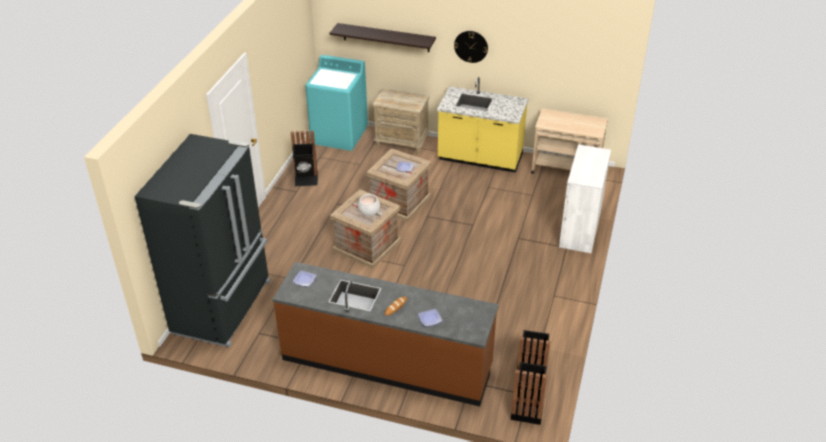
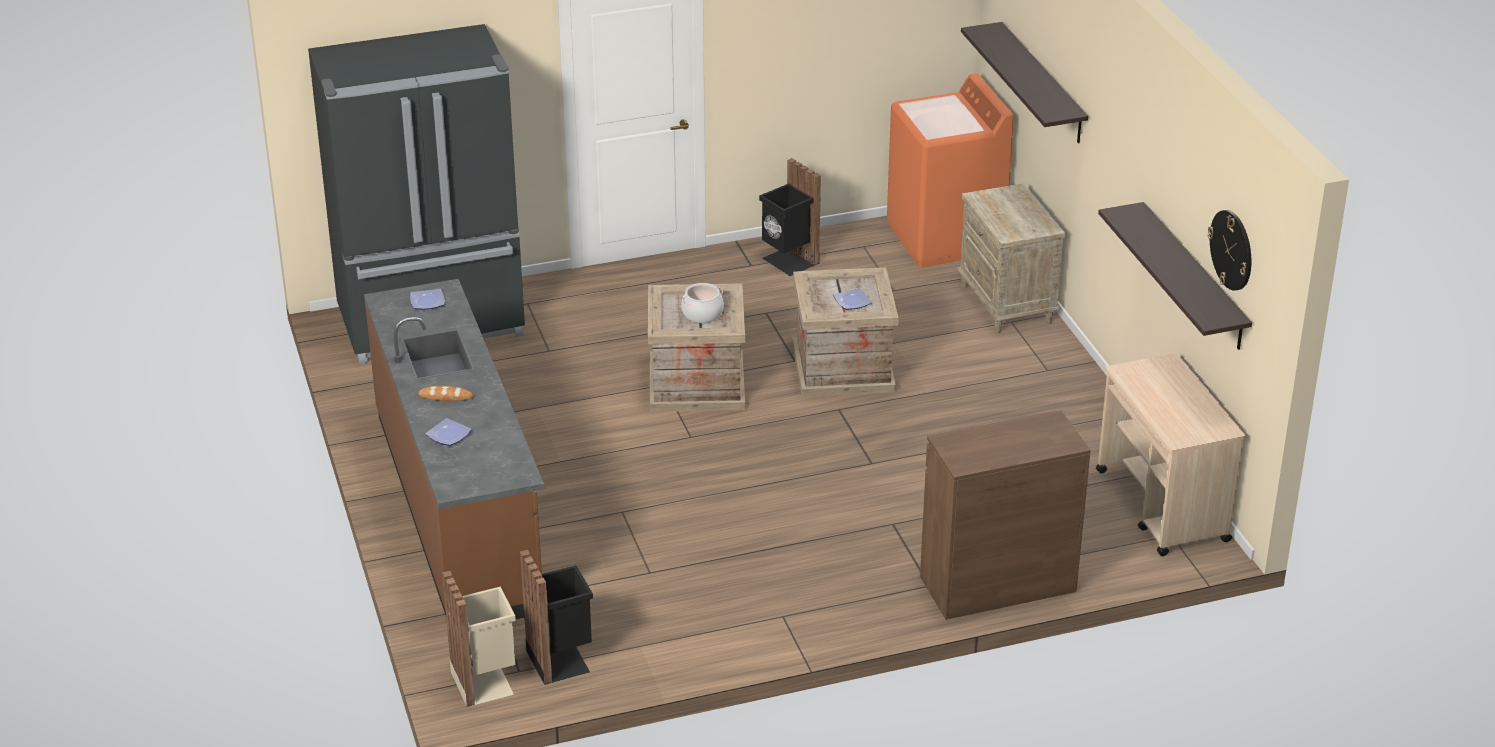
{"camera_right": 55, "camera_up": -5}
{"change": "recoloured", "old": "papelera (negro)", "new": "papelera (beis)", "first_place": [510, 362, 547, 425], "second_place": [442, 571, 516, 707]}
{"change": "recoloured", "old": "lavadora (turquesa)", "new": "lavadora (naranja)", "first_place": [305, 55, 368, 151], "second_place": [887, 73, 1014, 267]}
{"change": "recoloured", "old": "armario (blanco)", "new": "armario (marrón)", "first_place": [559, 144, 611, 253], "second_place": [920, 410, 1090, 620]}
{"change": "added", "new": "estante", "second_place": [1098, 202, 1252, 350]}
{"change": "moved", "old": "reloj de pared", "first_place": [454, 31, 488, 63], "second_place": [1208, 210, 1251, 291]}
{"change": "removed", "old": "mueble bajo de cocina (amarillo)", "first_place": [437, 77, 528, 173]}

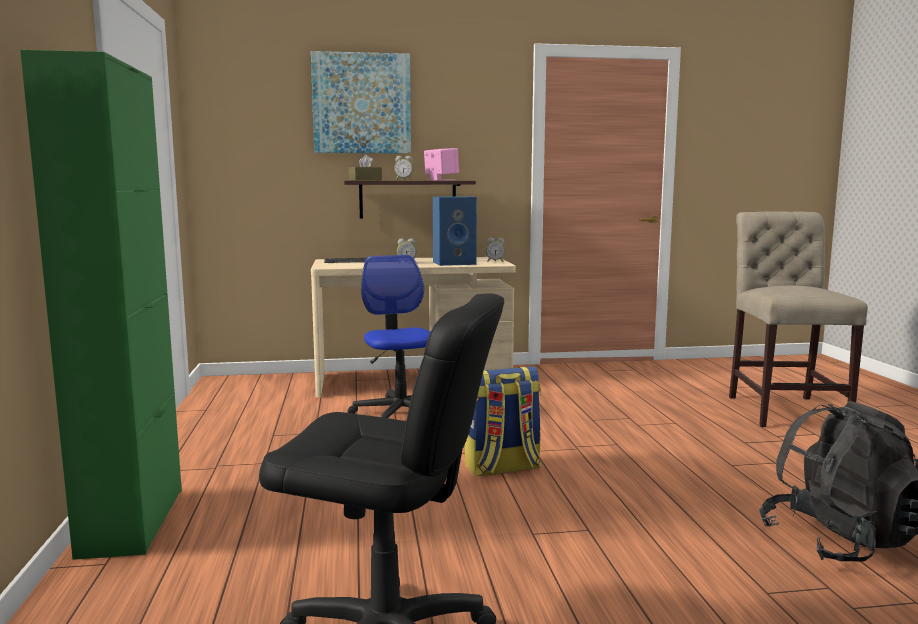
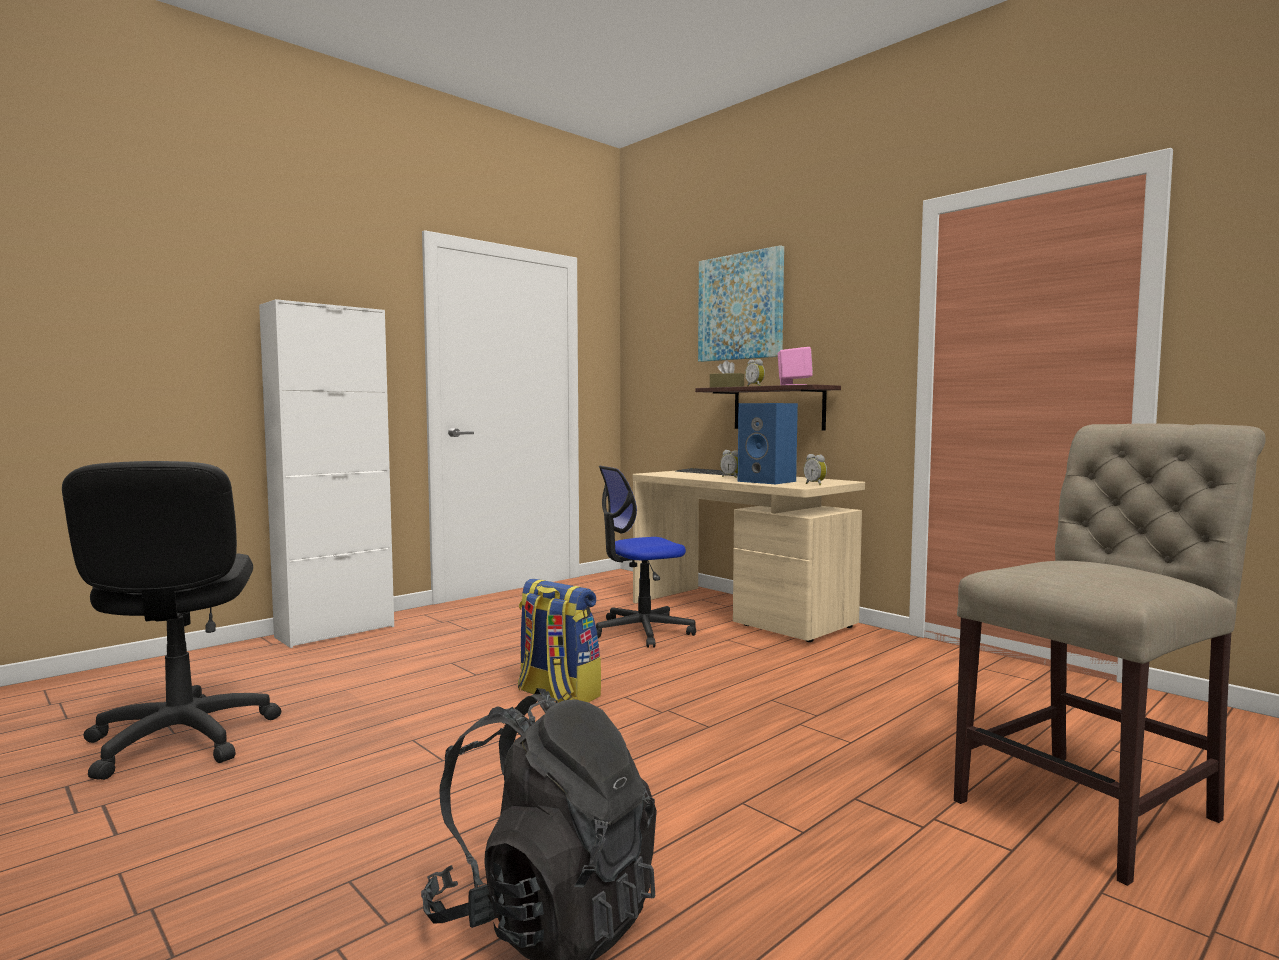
{"camera_right": 55, "camera_up": -5}
{"change": "recoloured", "old": "armario (verde)", "new": "armario (blanco)", "first_place": [20, 50, 182, 560], "second_place": [259, 299, 394, 648]}
{"change": "turned", "old": "silla de oficina", "first_place": [348, 255, 430, 418], "second_place": [596, 466, 696, 648], "degrees": -150}

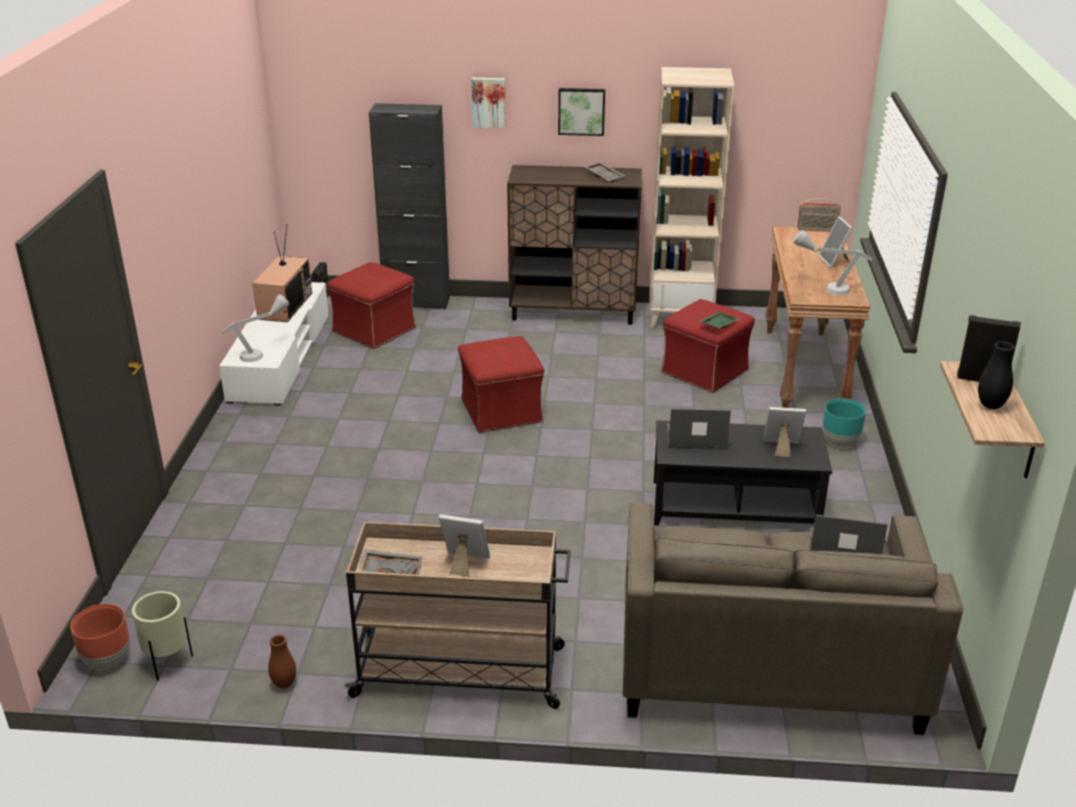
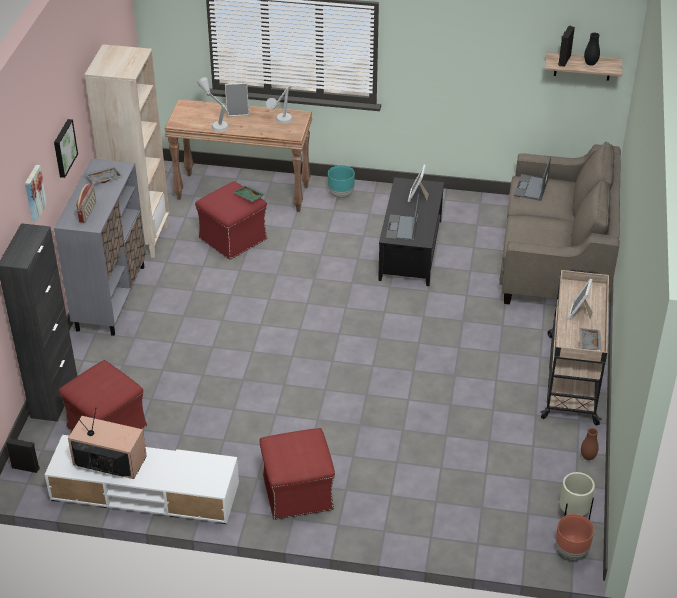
{"camera_right": -85, "camera_up": 10}
{"change": "recoloured", "old": "armario (marrón)", "new": "armario (gris)", "first_place": [507, 165, 642, 325], "second_place": [54, 159, 146, 336]}
{"change": "moved", "old": "radio", "first_place": [798, 198, 841, 232], "second_place": [76, 183, 96, 223]}
{"change": "moved", "old": "lámpara de mesa (gris)", "first_place": [221, 294, 290, 362], "second_place": [197, 77, 229, 132]}
{"change": "moved", "old": "puf (rojo)", "first_place": [458, 336, 544, 433], "second_place": [259, 428, 335, 520]}

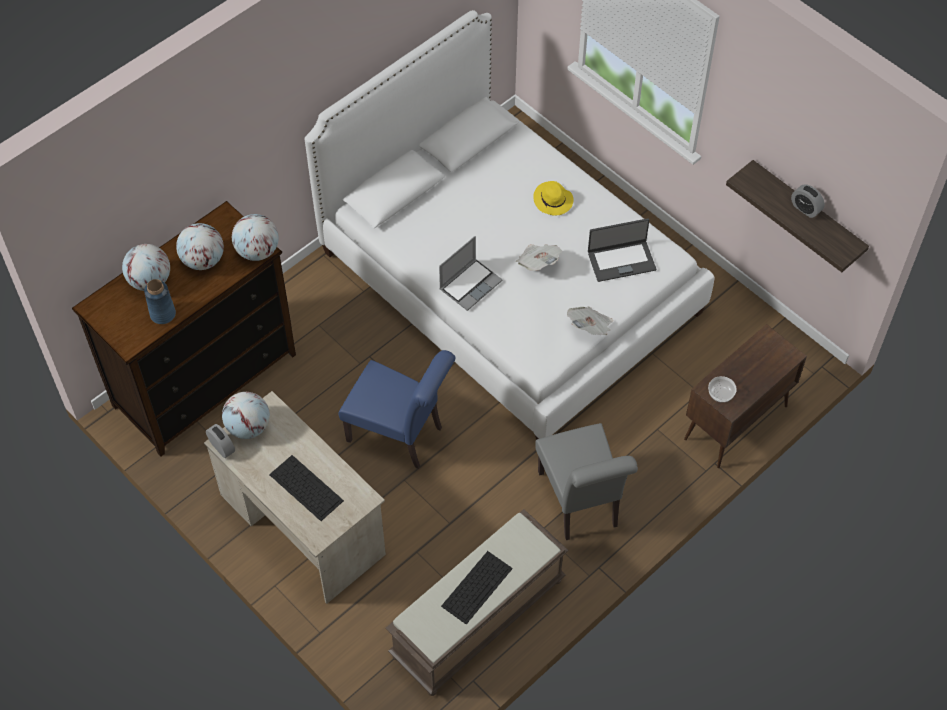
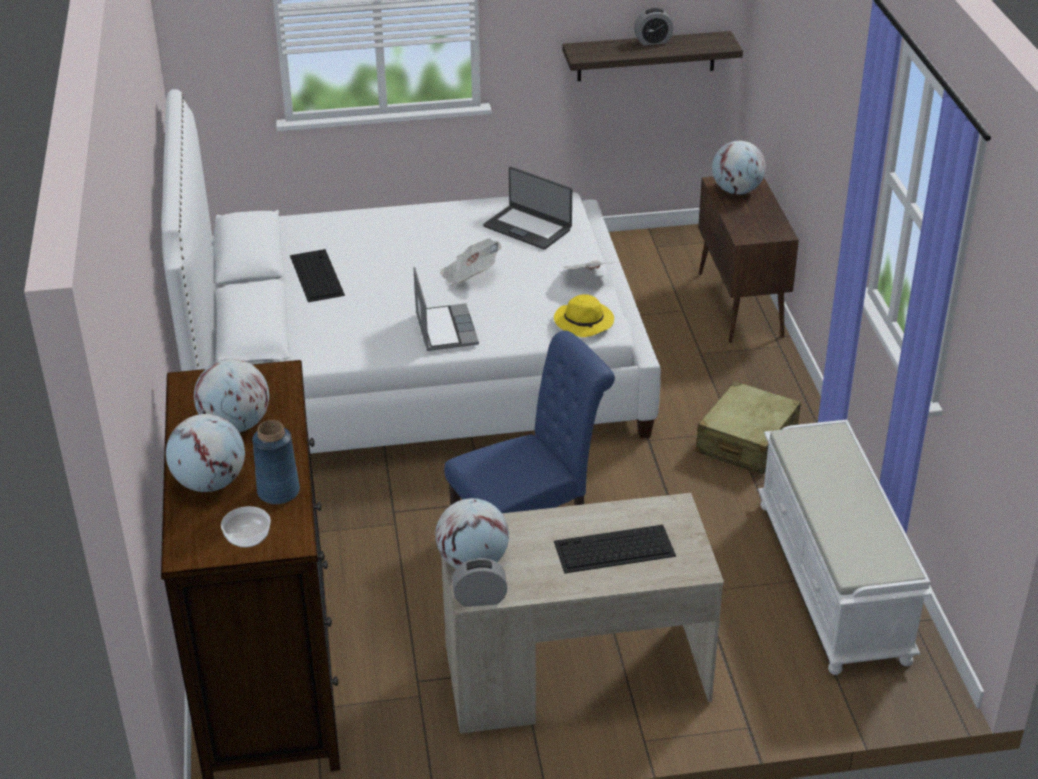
{"camera_right": -55, "camera_up": -20}
{"change": "moved", "old": "cuenco", "first_place": [708, 376, 737, 403], "second_place": [221, 506, 271, 548]}
{"change": "moved", "old": "teclado", "first_place": [441, 551, 513, 624], "second_place": [290, 249, 345, 302]}
{"change": "turned", "old": "portátil", "first_place": [588, 218, 656, 282], "second_place": [483, 167, 572, 250], "degrees": 105}
{"change": "moved", "old": "sombrero (amarillo)", "first_place": [533, 181, 574, 215], "second_place": [554, 294, 614, 337]}
{"change": "replaced", "old": "silla (gris)", "new": "maleta (beis)", "first_place": [535, 423, 638, 540], "second_place": [696, 381, 801, 474]}
{"change": "moved", "old": "globo terráqueo", "first_place": [232, 214, 279, 261], "second_place": [712, 141, 766, 194]}
{"change": "recoloured", "old": "banco (marrón)", "new": "banco (blanco)", "first_place": [385, 509, 569, 696], "second_place": [758, 420, 932, 675]}

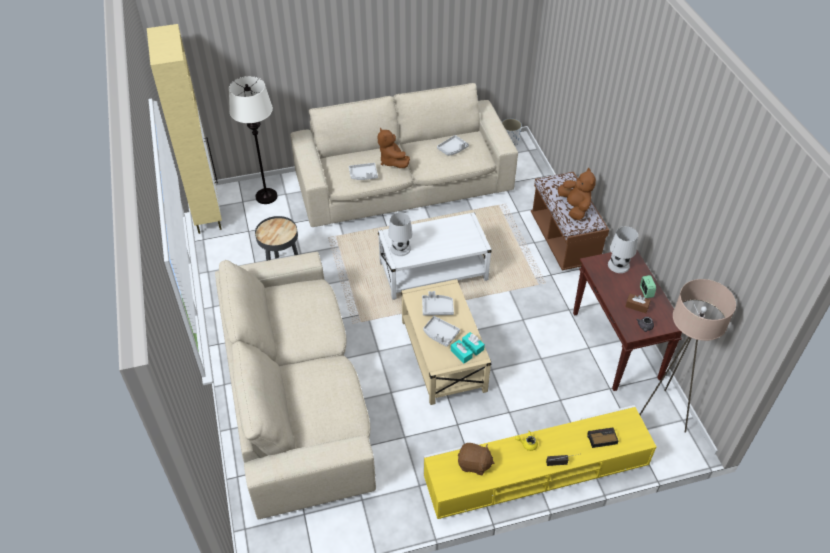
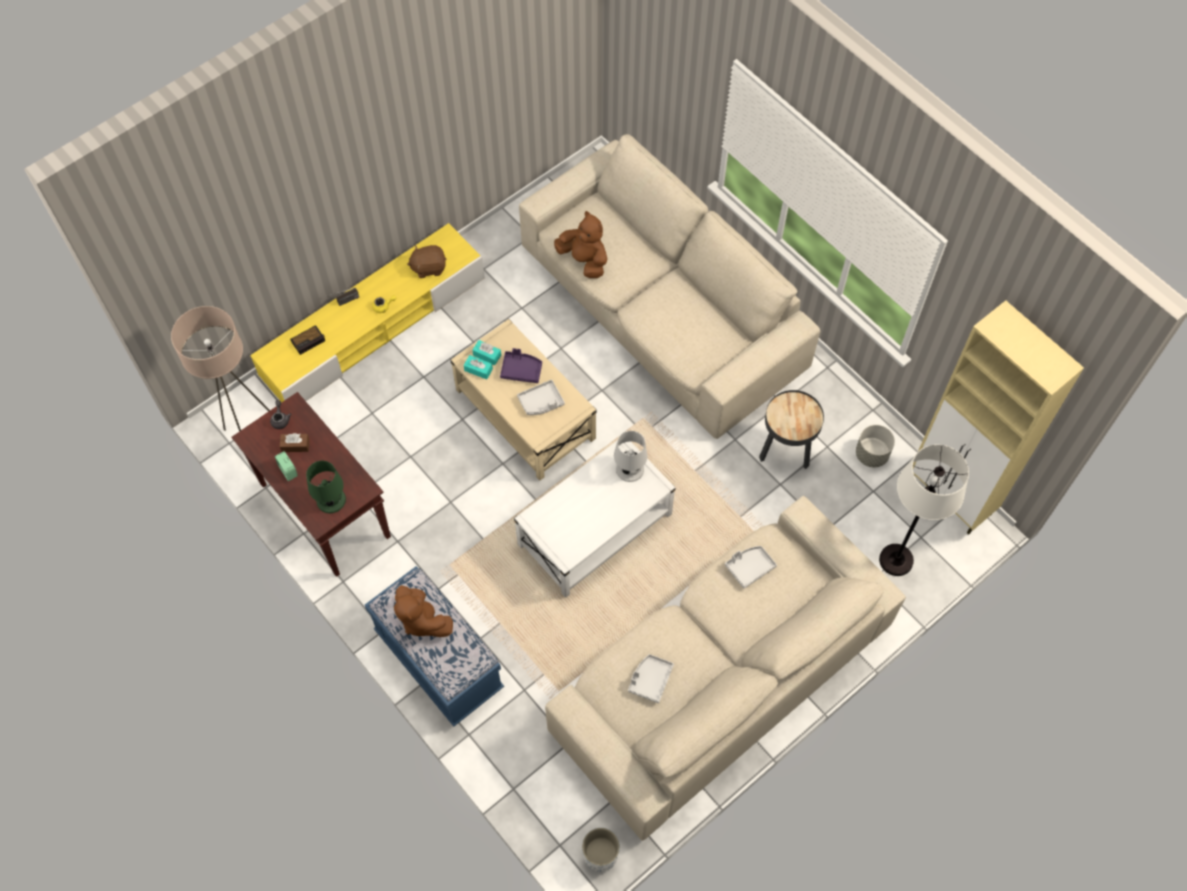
{"camera_right": 155, "camera_up": 15}
{"change": "recoloured", "old": "lámpara de mesa (blanco)", "new": "lámpara de mesa (verde)", "first_place": [608, 226, 638, 273], "second_place": [306, 461, 346, 513]}
{"change": "recoloured", "old": "banco (marrón)", "new": "banco (azul)", "first_place": [531, 172, 609, 271], "second_place": [365, 566, 504, 726]}
{"change": "recoloured", "old": "bandeja (gris)", "new": "bandeja (morado)", "first_place": [423, 316, 460, 347], "second_place": [500, 348, 542, 383]}
{"change": "moved", "old": "peluche (marrón)", "first_place": [377, 127, 410, 168], "second_place": [554, 211, 607, 278]}
{"change": "added", "new": "maceta (gris)", "second_place": [856, 425, 895, 468]}

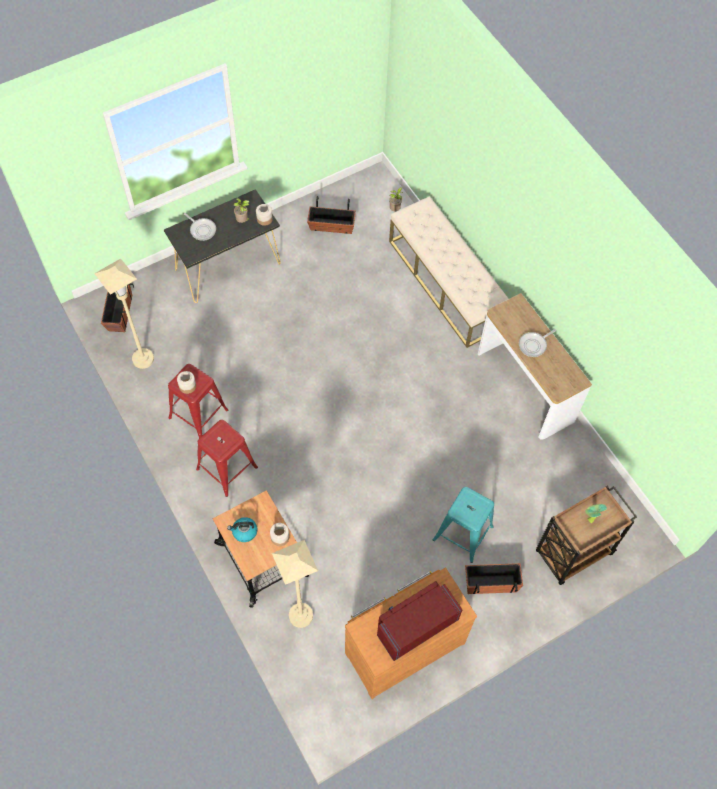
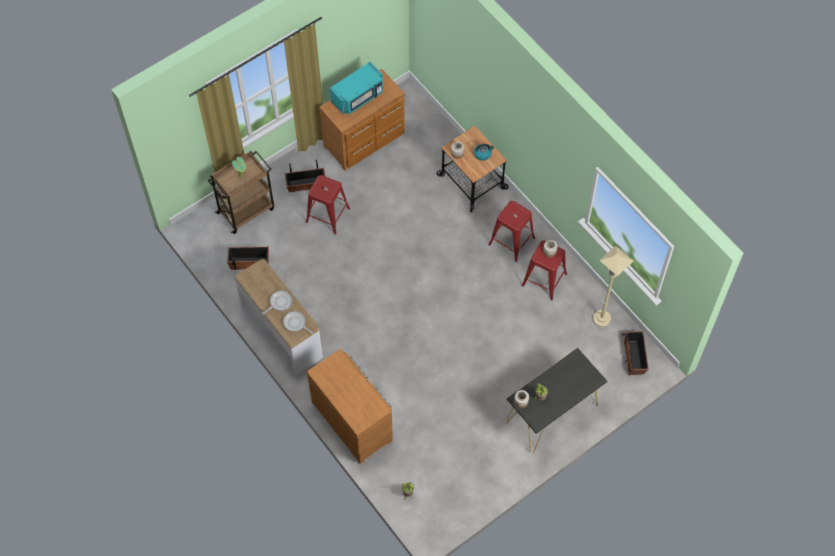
{"camera_right": 175, "camera_up": 0}
{"change": "moved", "old": "maceta", "first_place": [307, 196, 356, 234], "second_place": [227, 247, 269, 270]}
{"change": "moved", "old": "sartén", "first_place": [184, 213, 216, 241], "second_place": [283, 311, 314, 334]}
{"change": "recoloured", "old": "taburete (turquesa)", "new": "taburete (rojo)", "first_place": [433, 487, 494, 563], "second_place": [306, 175, 350, 235]}
{"change": "replaced", "old": "banco (beis)", "new": "cómoda (marrón)", "first_place": [389, 196, 509, 348], "second_place": [306, 349, 393, 464]}
{"change": "recoloured", "old": "microondas (rojo)", "new": "microondas (turquesa)", "first_place": [377, 581, 462, 661], "second_place": [330, 62, 383, 114]}
{"change": "removed", "old": "lámpara de pie (beis)", "first_place": [272, 540, 318, 628]}

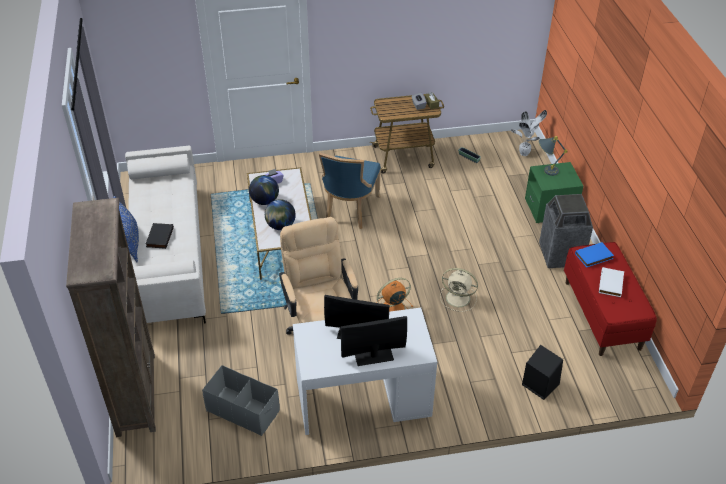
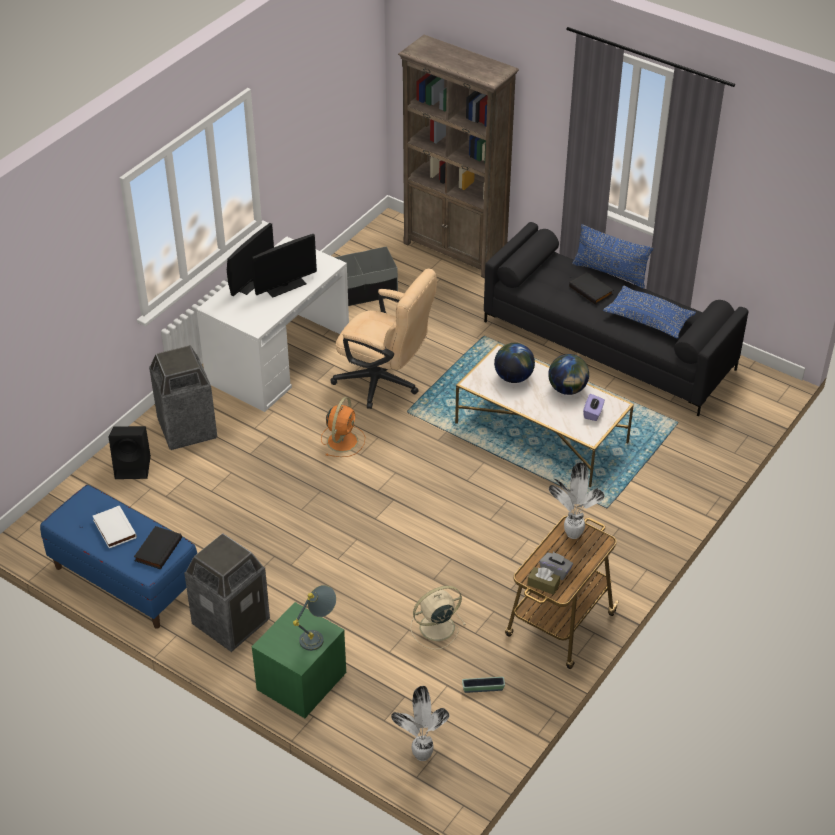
{"camera_right": 135, "camera_up": 0}
{"change": "recoloured", "old": "banco (rojo)", "new": "banco (azul)", "first_place": [564, 242, 657, 356], "second_place": [40, 485, 197, 629]}
{"change": "recoloured", "old": "libro (azul)", "new": "libro (negro)", "first_place": [575, 242, 614, 268], "second_place": [134, 526, 182, 569]}
{"change": "added", "new": "papelera", "second_place": [149, 345, 217, 450]}
{"change": "moved", "old": "ventilador (beis)", "first_place": [440, 268, 478, 312], "second_place": [411, 586, 466, 650]}
{"change": "recoloured", "old": "sofá (blanco)", "new": "sofá (negro)", "first_place": [125, 146, 206, 324], "second_place": [484, 222, 748, 416]}
{"change": "added", "new": "planta en maceta", "second_place": [549, 462, 605, 539]}
{"change": "added", "new": "cojín (azul)", "second_place": [603, 285, 696, 339]}
{"change": "removed", "old": "silla (azul)", "first_place": [319, 153, 381, 229]}

